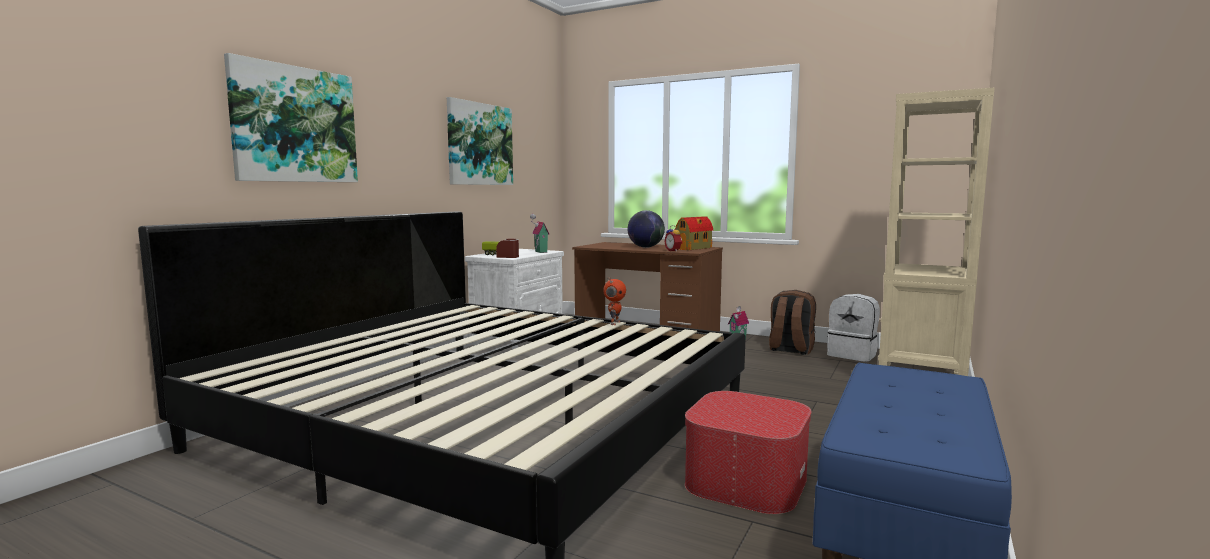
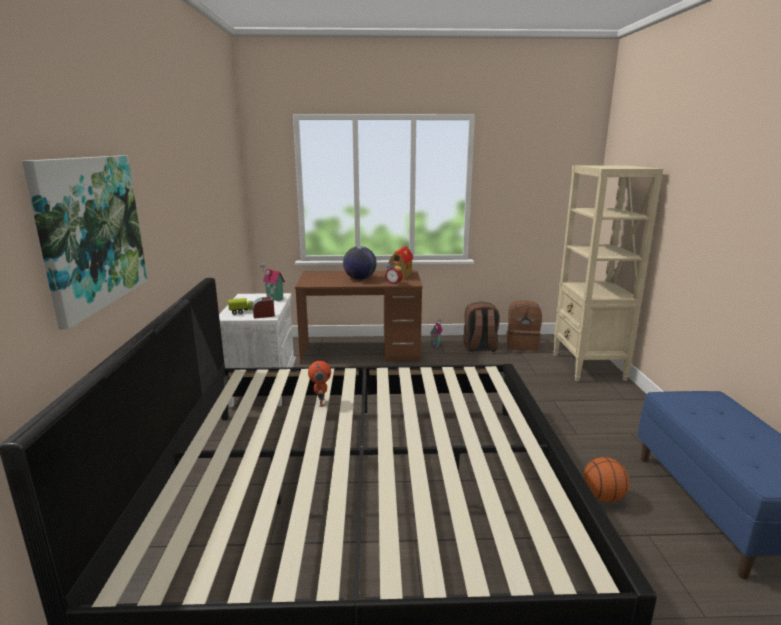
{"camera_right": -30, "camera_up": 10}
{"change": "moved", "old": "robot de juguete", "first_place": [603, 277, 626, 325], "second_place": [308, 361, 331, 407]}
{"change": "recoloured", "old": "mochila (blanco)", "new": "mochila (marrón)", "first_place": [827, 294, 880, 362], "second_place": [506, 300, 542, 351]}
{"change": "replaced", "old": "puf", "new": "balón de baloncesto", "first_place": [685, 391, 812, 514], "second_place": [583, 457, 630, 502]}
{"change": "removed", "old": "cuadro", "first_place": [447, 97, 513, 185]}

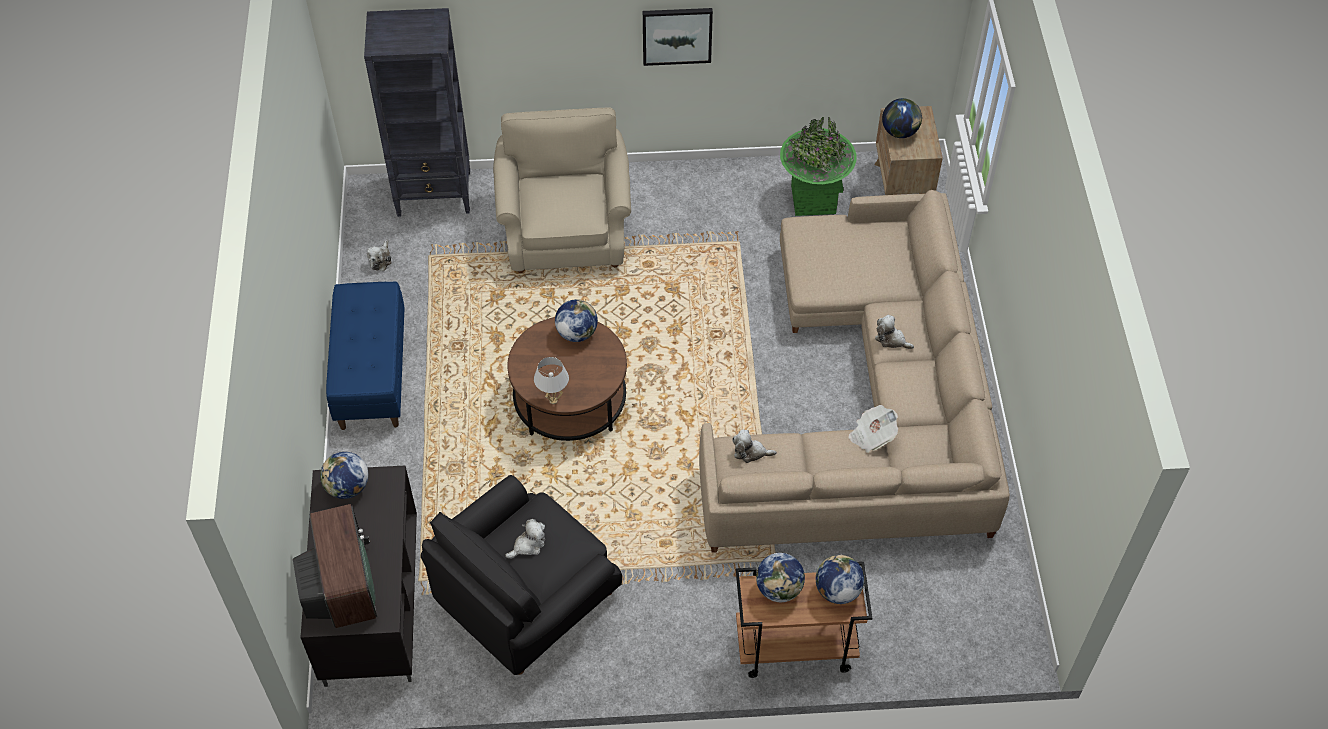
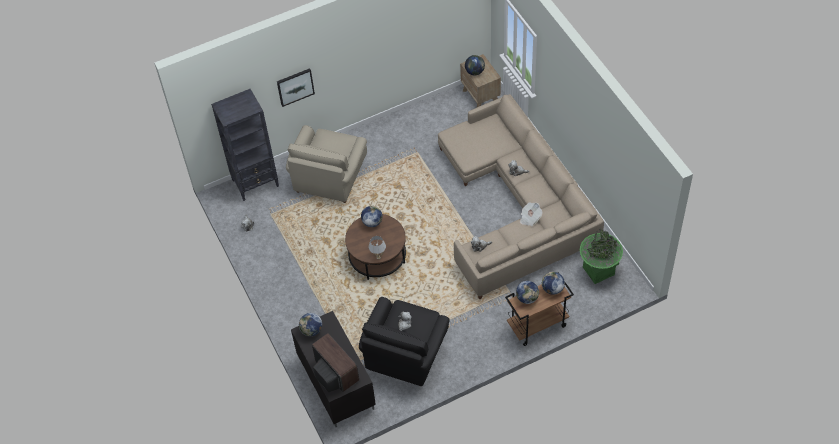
{"camera_right": -20, "camera_up": 0}
{"change": "moved", "old": "cuadro", "first_place": [643, 8, 713, 66], "second_place": [277, 68, 315, 107]}
{"change": "turned", "old": "sillón (beis)", "first_place": [493, 107, 631, 273], "second_place": [286, 125, 367, 203], "degrees": -135}
{"change": "moved", "old": "maceta (verde)", "first_place": [780, 117, 856, 216], "second_place": [580, 229, 623, 284]}
{"change": "removed", "old": "banco (azul)", "first_place": [326, 282, 405, 430]}

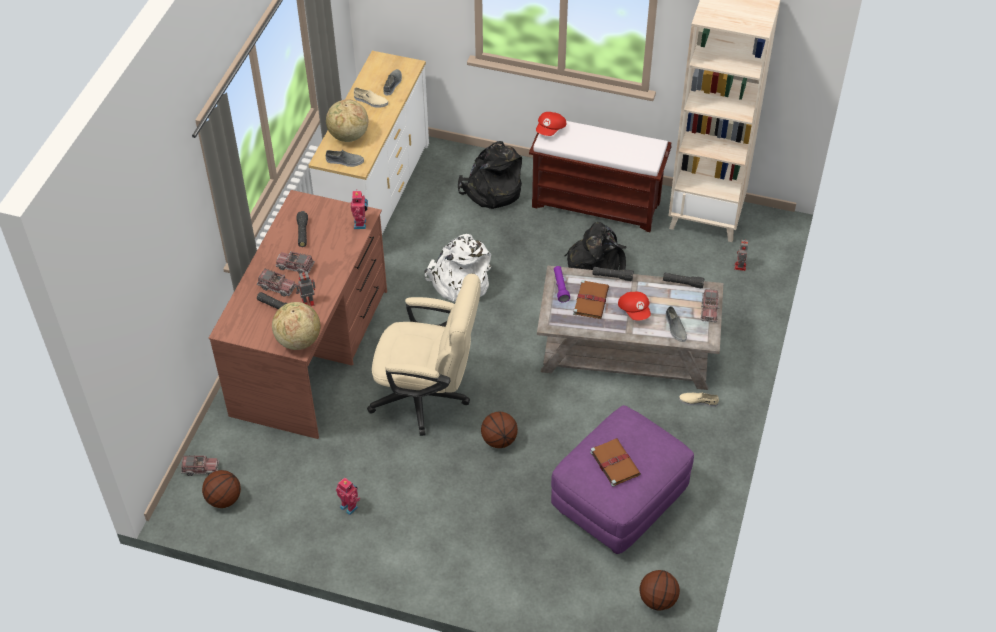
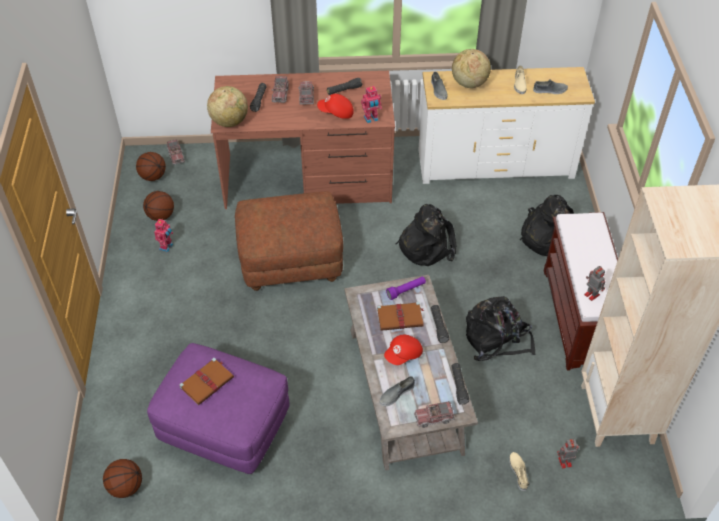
{"camera_right": 70, "camera_up": 0}
{"change": "moved", "old": "balón de baloncesto", "first_place": [481, 412, 518, 448], "second_place": [143, 191, 174, 221]}
{"change": "replaced", "old": "silla de oficina (beis)", "new": "puf (marrón)", "first_place": [367, 273, 481, 436], "second_place": [235, 191, 343, 291]}
{"change": "moved", "old": "gorra (rojo)", "first_place": [536, 112, 566, 136], "second_place": [317, 94, 354, 119]}
{"change": "recoloured", "old": "mochila (blanco)", "new": "mochila (negro)", "first_place": [424, 234, 491, 302], "second_place": [396, 204, 456, 266]}
{"change": "moved", "old": "zapato (beis)", "first_place": [679, 392, 719, 407], "second_place": [509, 452, 529, 491]}
{"change": "moved", "old": "robot de juguete", "first_place": [296, 271, 315, 306], "second_place": [584, 266, 605, 301]}

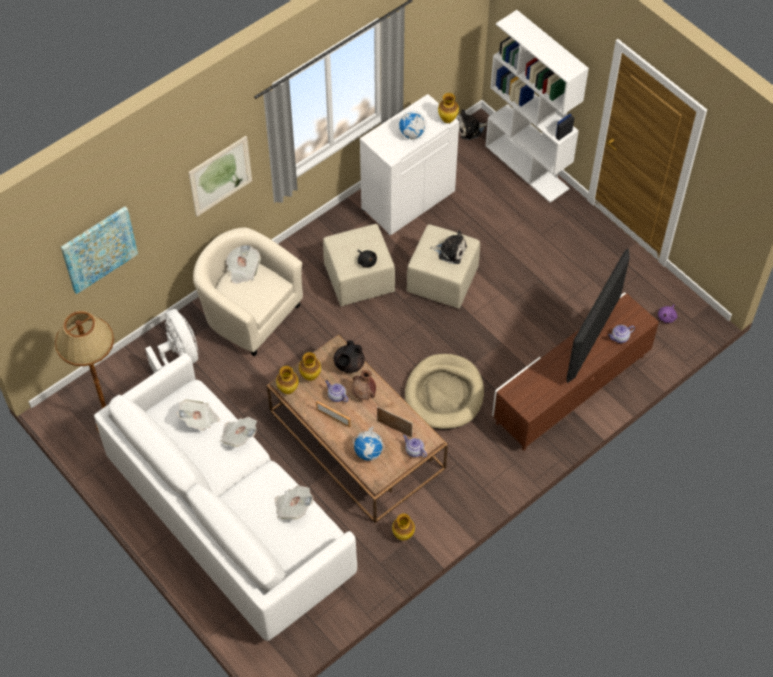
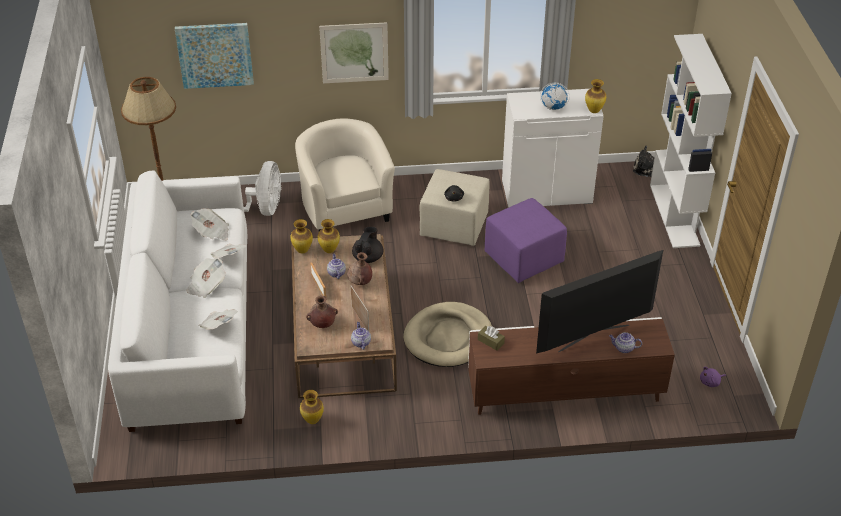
{"camera_right": 35, "camera_up": -15}
{"change": "moved", "old": "periódico", "first_place": [226, 245, 261, 284], "second_place": [186, 258, 226, 298]}
{"change": "replaced", "old": "globo terráqueo", "new": "florero (marrón)", "first_place": [353, 426, 385, 460], "second_place": [306, 295, 338, 328]}
{"change": "turned", "old": "tetera (negro)", "first_place": [334, 340, 365, 373], "second_place": [352, 227, 383, 263], "degrees": 135}
{"change": "added", "new": "caja de pañuelos (marrón)", "second_place": [478, 326, 505, 351]}
{"change": "recoloured", "old": "puf (beis)", "new": "puf (morado)", "first_place": [407, 224, 480, 309], "second_place": [485, 198, 567, 283]}
{"change": "removed", "old": "peluche", "first_place": [430, 231, 467, 264]}

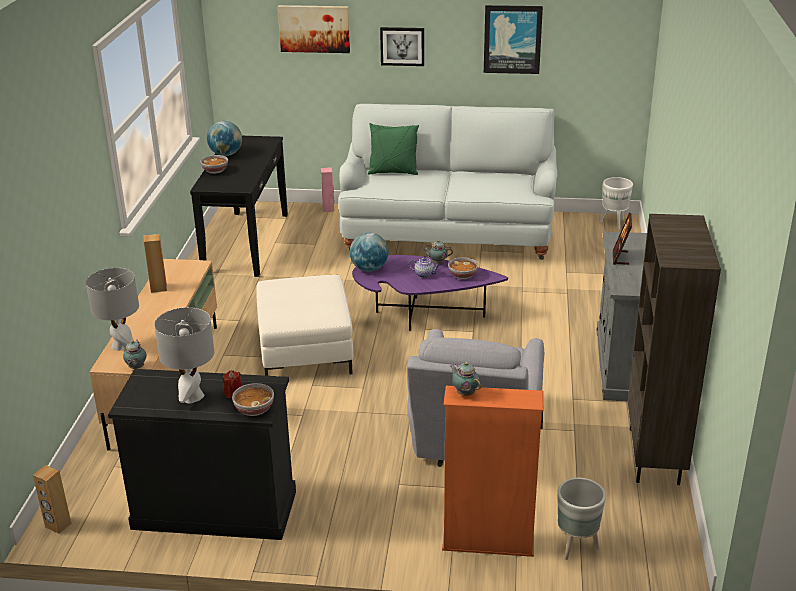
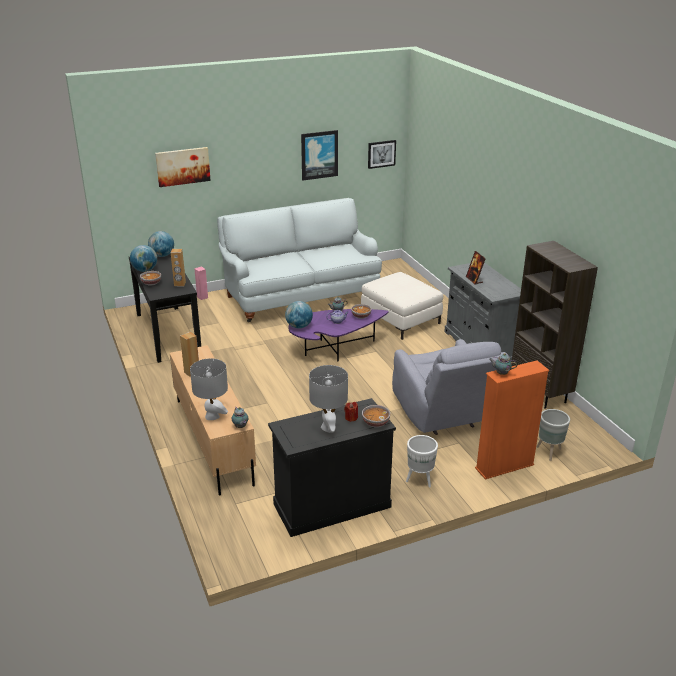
{"camera_right": -30, "camera_up": 0}
{"change": "added", "new": "globo terráqueo", "second_place": [148, 231, 174, 257]}
{"change": "moved", "old": "altavoz (marrón)", "first_place": [33, 465, 71, 534], "second_place": [171, 249, 186, 286]}
{"change": "moved", "old": "puf (blanco)", "first_place": [256, 275, 353, 376], "second_place": [361, 272, 443, 340]}
{"change": "moved", "old": "cuadro", "first_place": [380, 27, 424, 66], "second_place": [368, 140, 396, 169]}
{"change": "moved", "old": "maceta (blanco)", "first_place": [600, 177, 633, 230], "second_place": [406, 435, 438, 488]}
{"change": "removed", "old": "cojín (verde)", "first_place": [368, 123, 419, 175]}

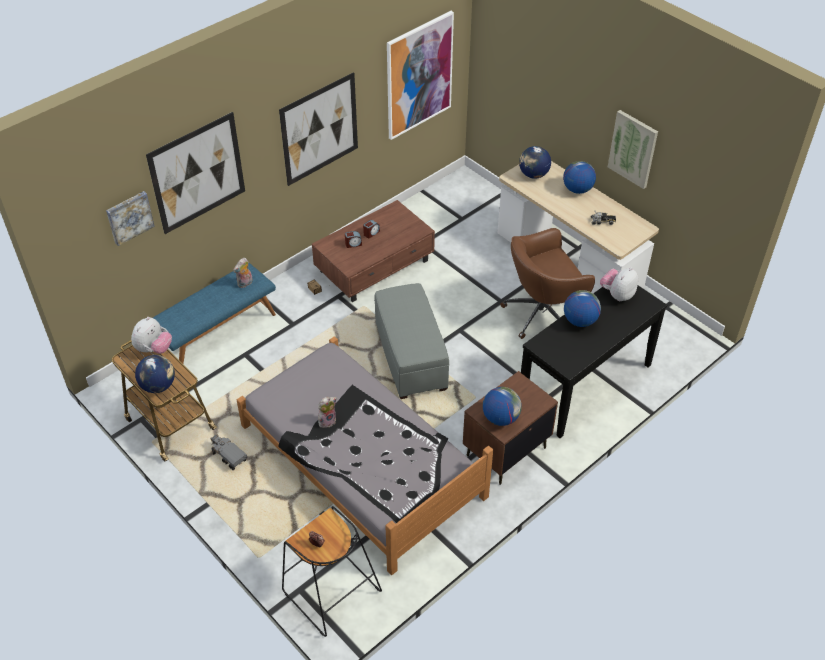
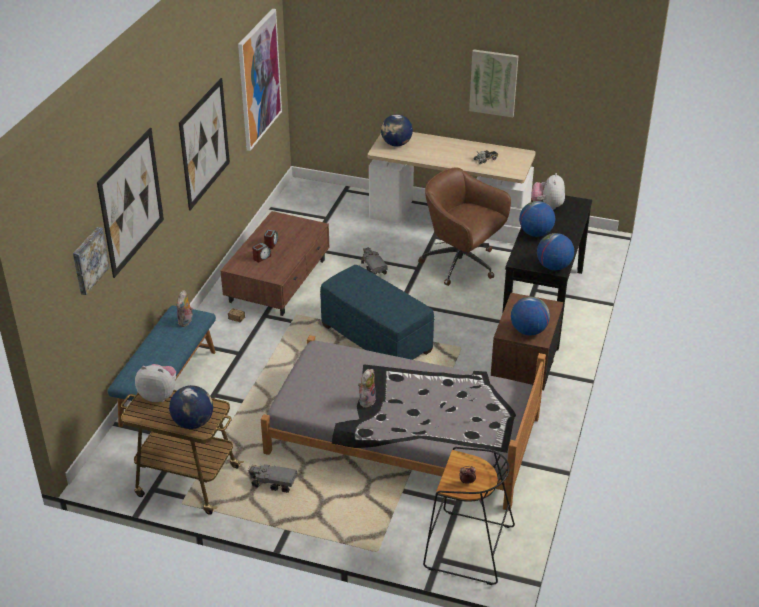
{"camera_right": -30, "camera_up": -10}
{"change": "turned", "old": "peluche", "first_place": [131, 317, 172, 354], "second_place": [135, 364, 176, 402], "degrees": -75}
{"change": "recoloured", "old": "puf (gris)", "new": "puf (azul)", "first_place": [374, 283, 450, 399], "second_place": [320, 265, 434, 360]}
{"change": "added", "new": "camión de juguete", "second_place": [361, 247, 387, 274]}
{"change": "turned", "old": "silla de oficina (marrón)", "first_place": [500, 228, 595, 339], "second_place": [418, 168, 511, 286], "degrees": 90}
{"change": "moved", "old": "globo terráqueo", "first_place": [563, 161, 596, 194], "second_place": [537, 233, 574, 270]}

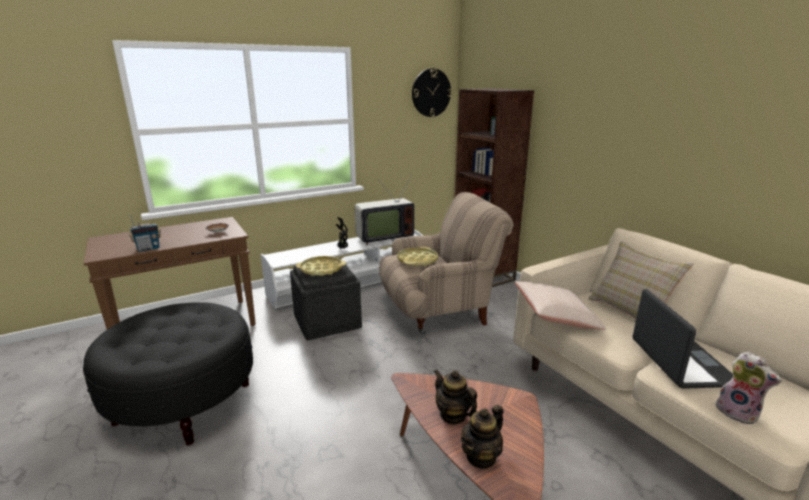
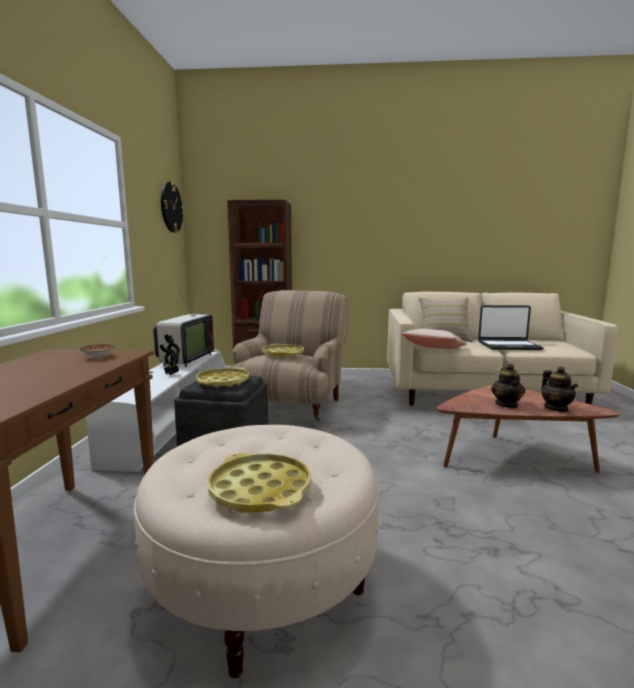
{"camera_right": -55, "camera_up": -10}
{"change": "recoloured", "old": "puf (negro)", "new": "puf (beis)", "first_place": [83, 302, 253, 445], "second_place": [134, 425, 379, 678]}
{"change": "added", "new": "bandeja (amarillo)", "second_place": [208, 453, 311, 513]}
{"change": "turned", "old": "portátil", "first_place": [633, 289, 733, 389], "second_place": [478, 305, 543, 350], "degrees": 150}
{"change": "turned", "old": "tetera", "first_place": [434, 370, 477, 424], "second_place": [491, 364, 525, 408], "degrees": -75}
{"change": "removed", "old": "radio", "first_place": [129, 214, 161, 252]}
{"change": "removed", "old": "peluche", "first_place": [716, 352, 782, 424]}

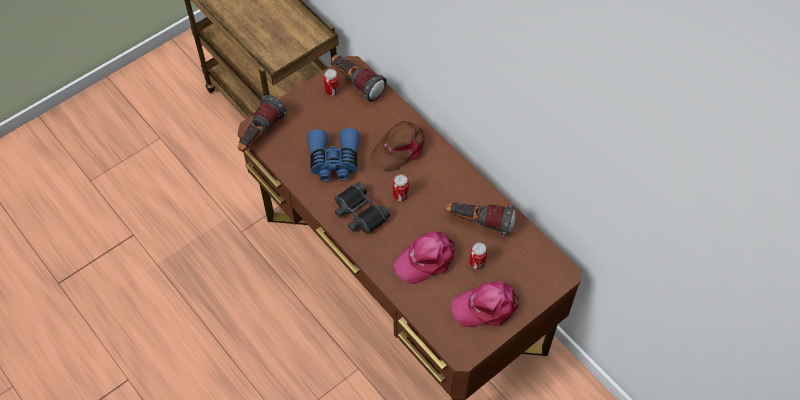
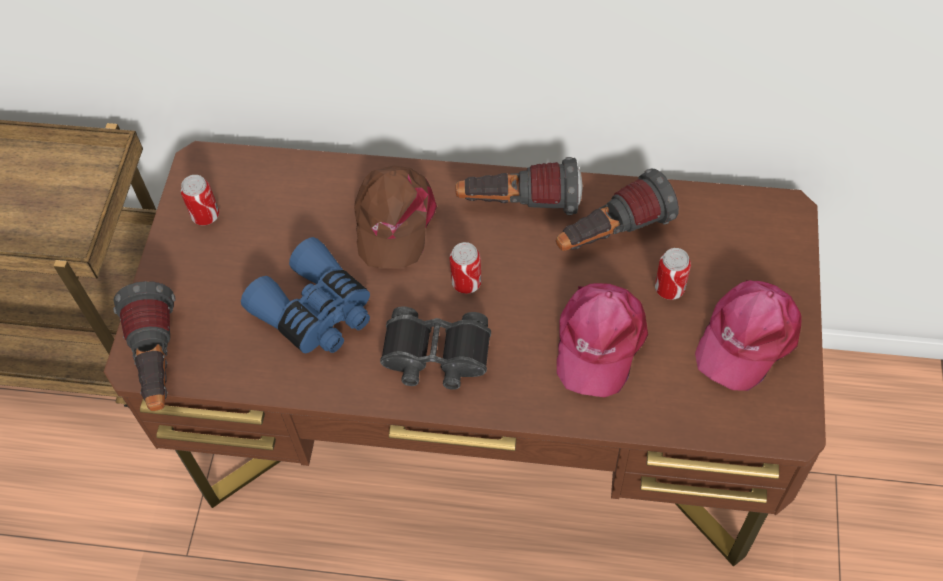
{"camera_right": -40, "camera_up": 0}
{"change": "moved", "old": "linterna", "first_place": [331, 55, 387, 102], "second_place": [455, 157, 583, 215]}

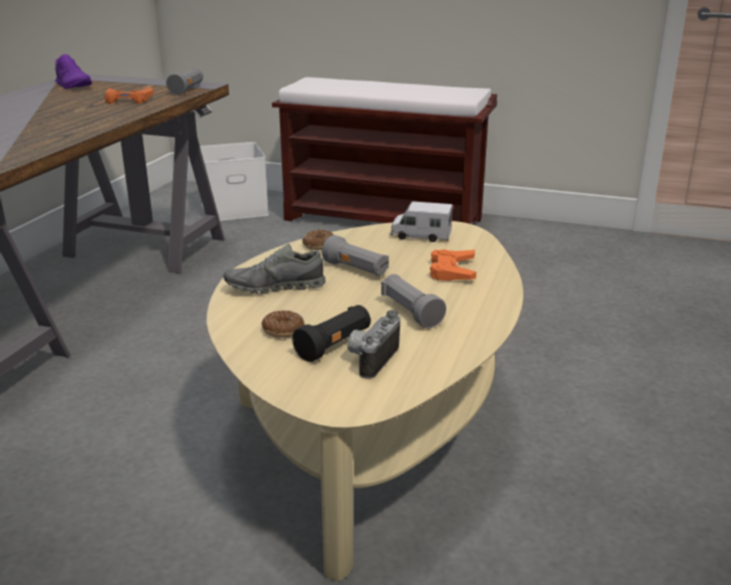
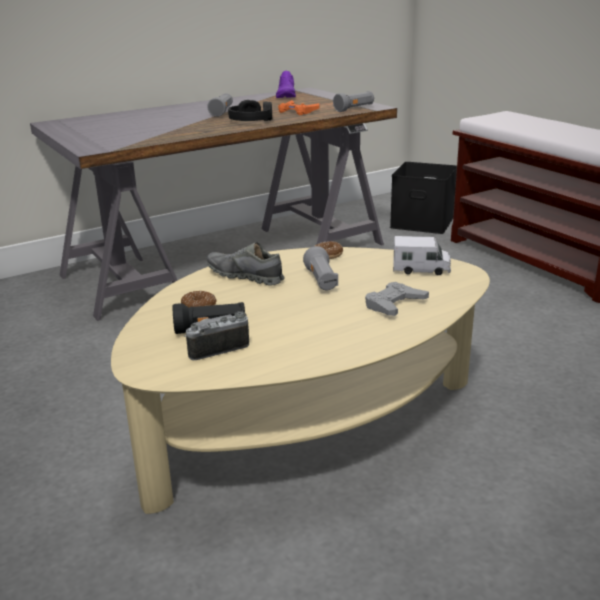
{"camera_right": 40, "camera_up": 0}
{"change": "moved", "old": "linterna (gris)", "first_place": [381, 274, 446, 328], "second_place": [207, 93, 233, 117]}
{"change": "added", "new": "auriculares (negro)", "second_place": [228, 100, 272, 121]}
{"change": "recoloured", "old": "mando de consola (naranja)", "new": "mando de consola (gris)", "first_place": [430, 249, 476, 281], "second_place": [365, 282, 429, 316]}
{"change": "recoloured", "old": "caja de almacenaje (blanco)", "new": "caja de almacenaje (negro)", "first_place": [200, 142, 269, 221], "second_place": [390, 162, 457, 234]}
{"change": "turned", "old": "camión de juguete", "first_place": [391, 201, 453, 242], "second_place": [393, 236, 451, 275], "degrees": 135}

